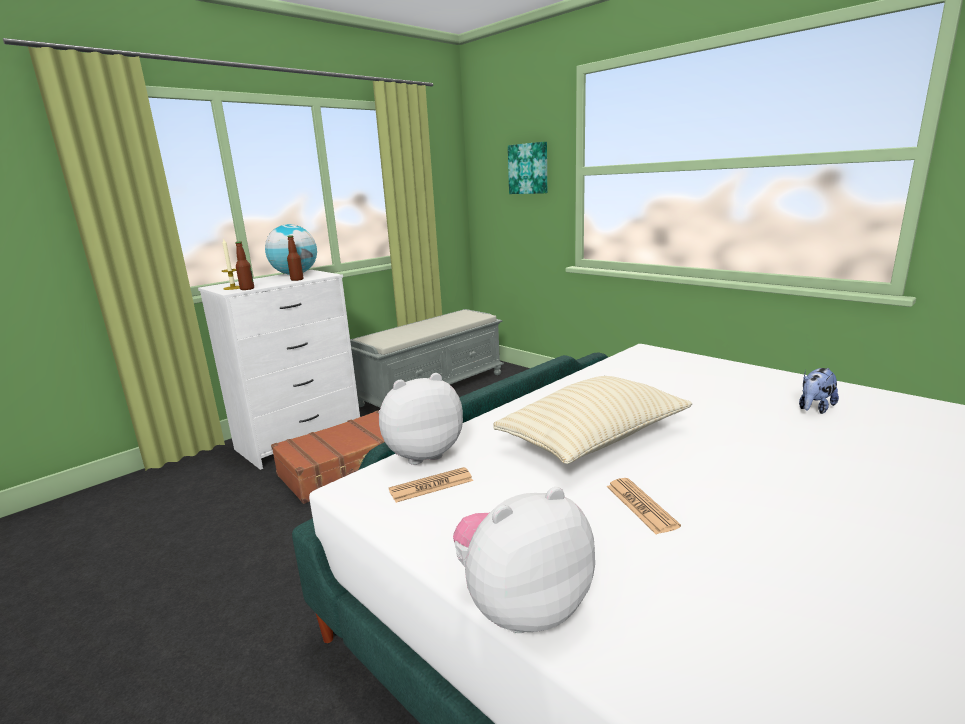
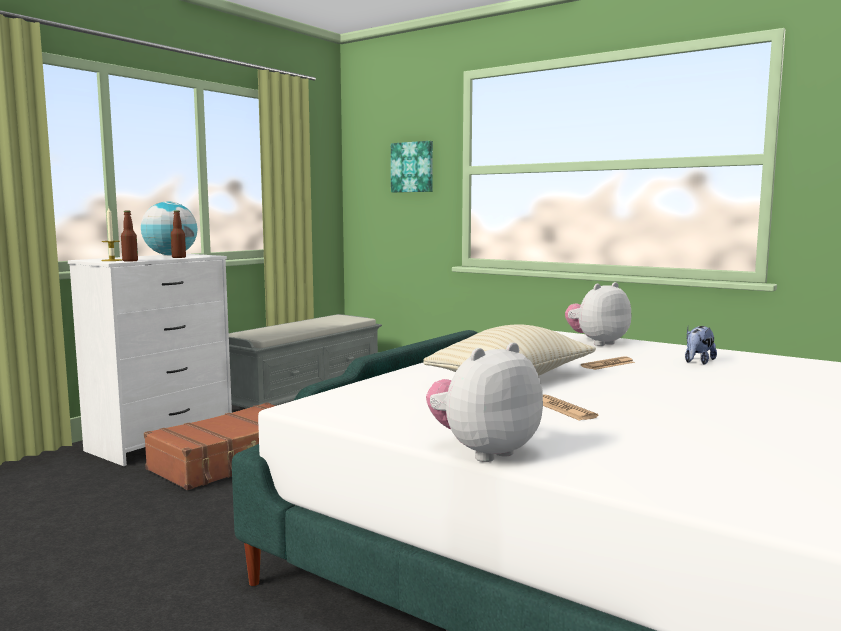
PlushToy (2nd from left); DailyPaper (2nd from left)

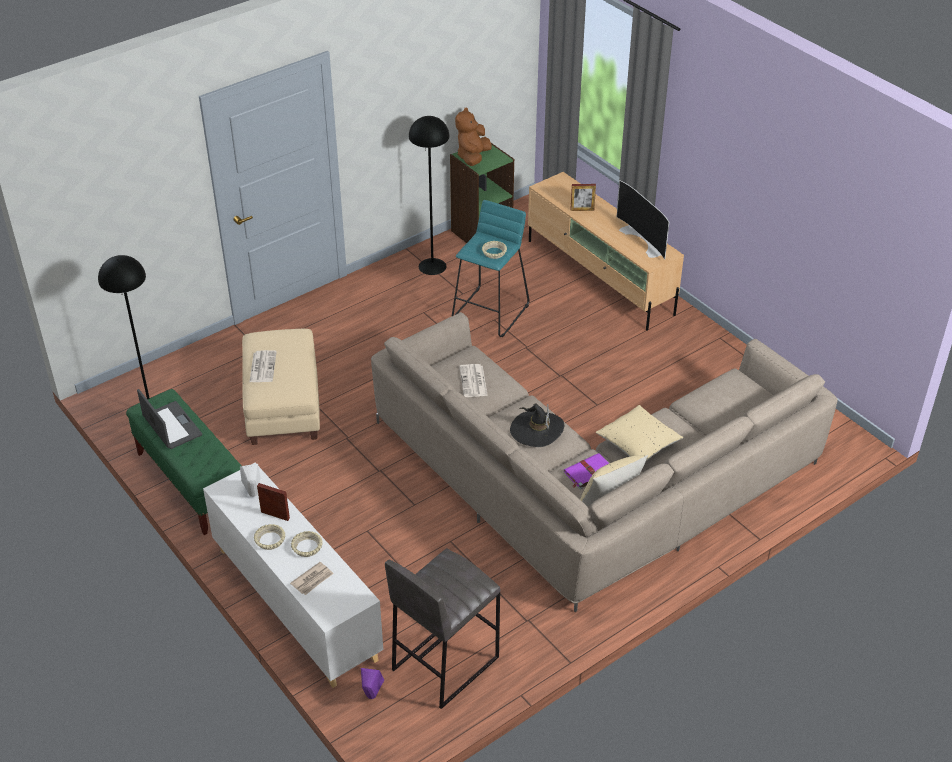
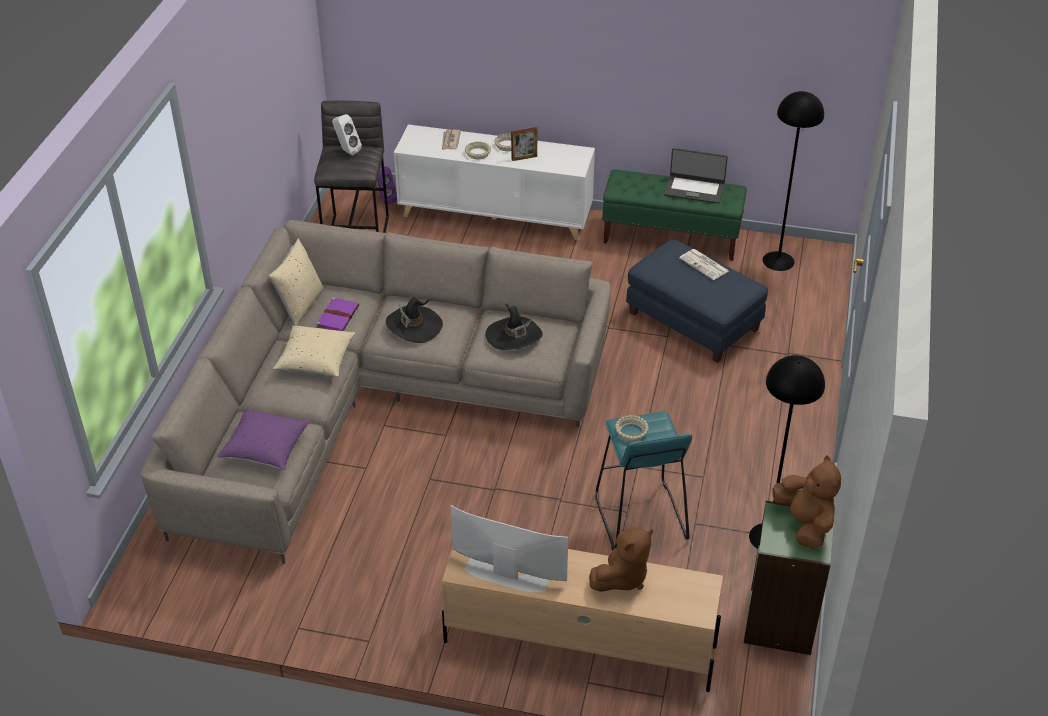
PurplishCushion; WhiteSpeaker; BlackWearableHat (2nd from left); BrownPlushToy (1st from left); BluePouffe

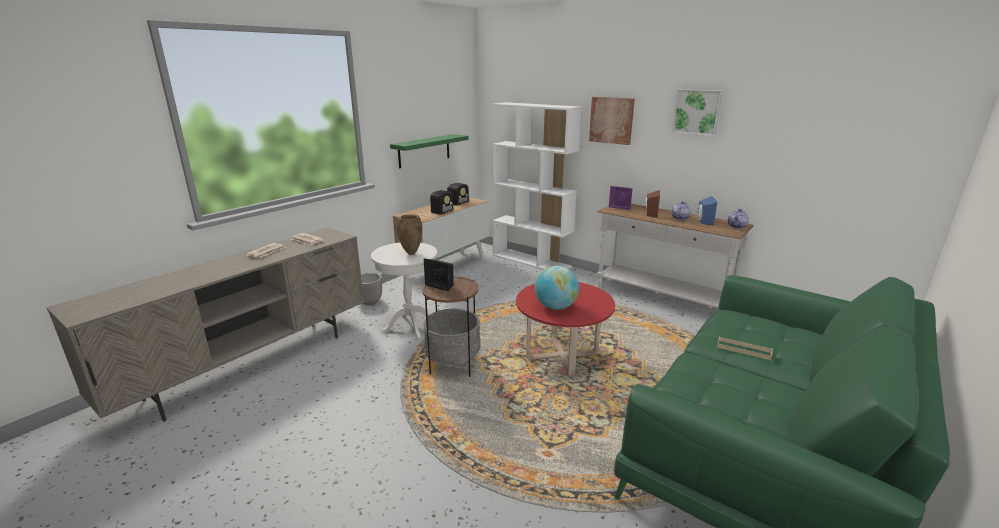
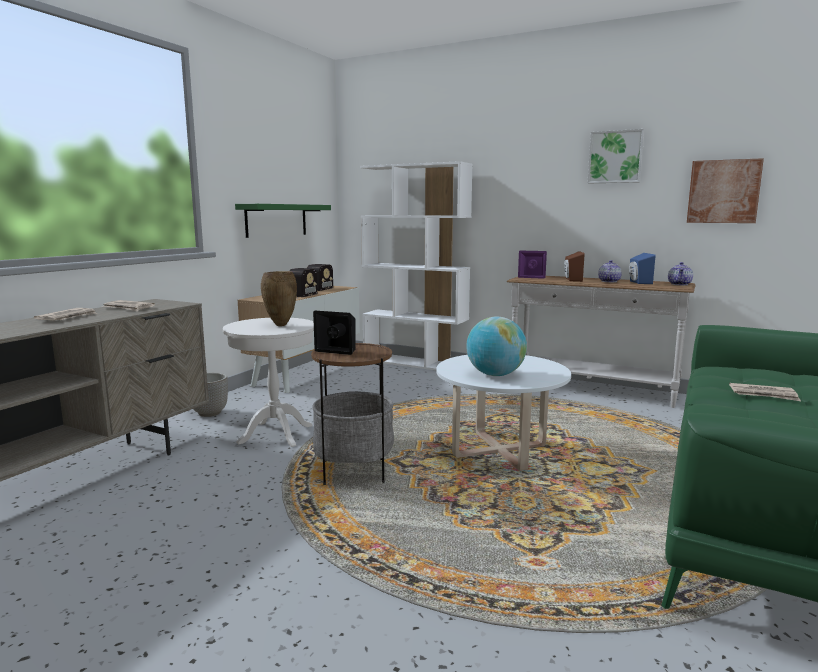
Picture (2nd from left); DailyPaper (3rd from left); WhiteLowTable

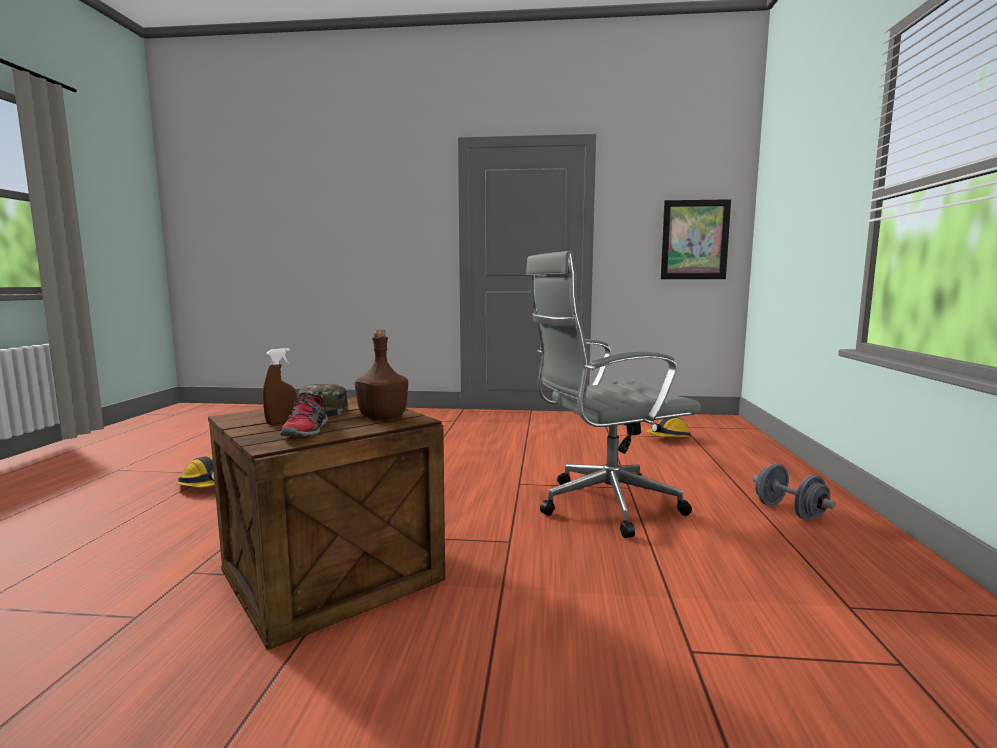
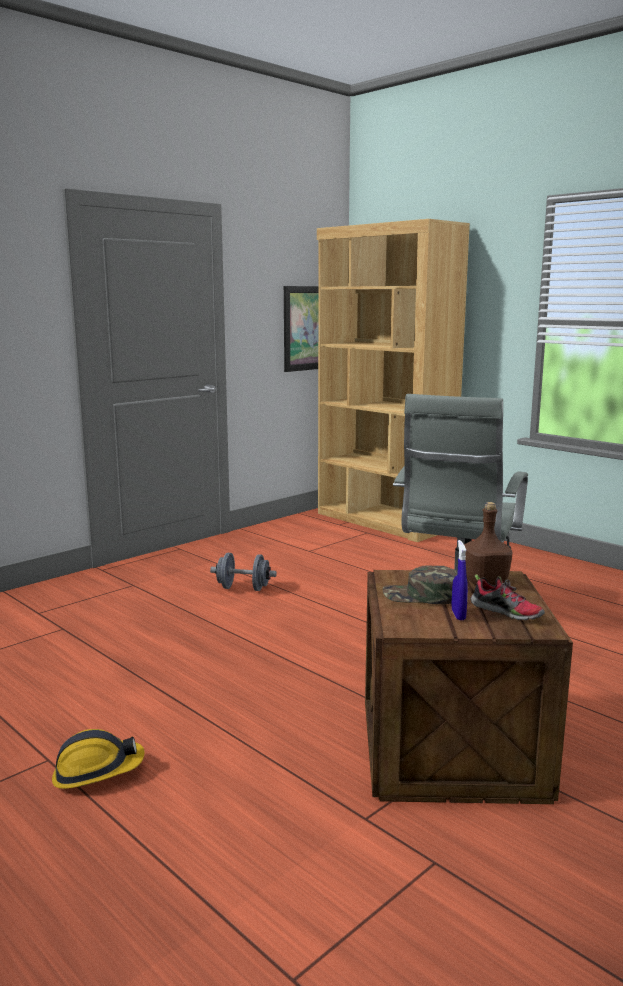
WorkHelmet (2nd from left in the first image); BrownBookcase; GrayHandWeight; BlueSprayer

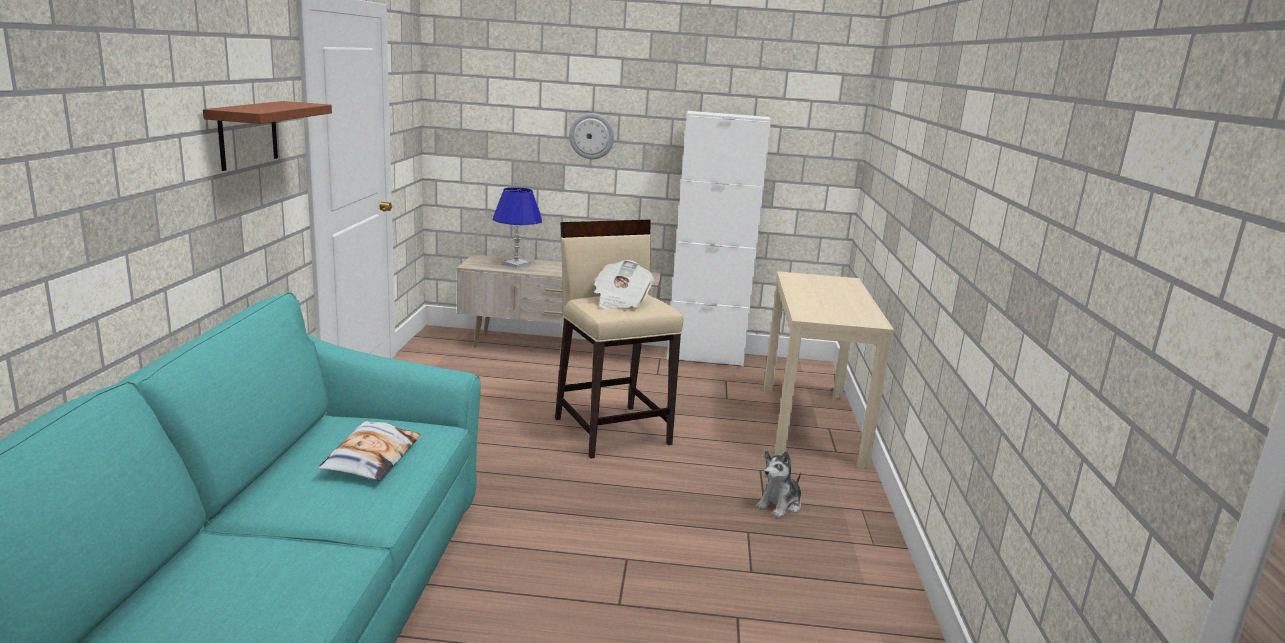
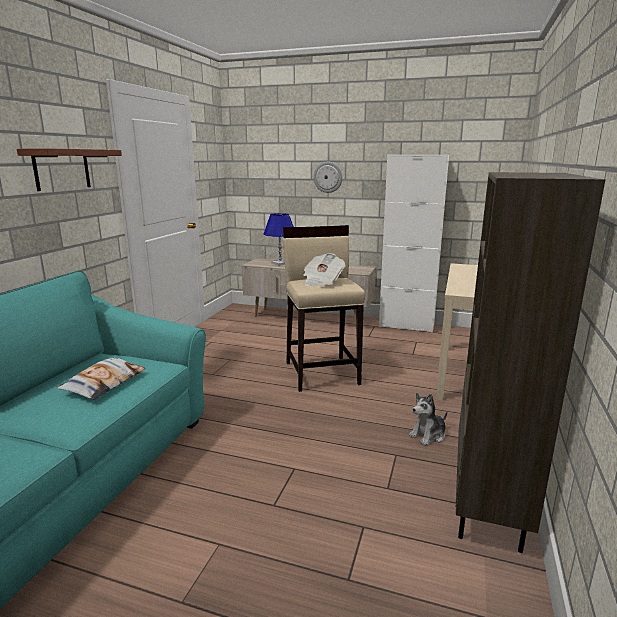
BrownBookcase

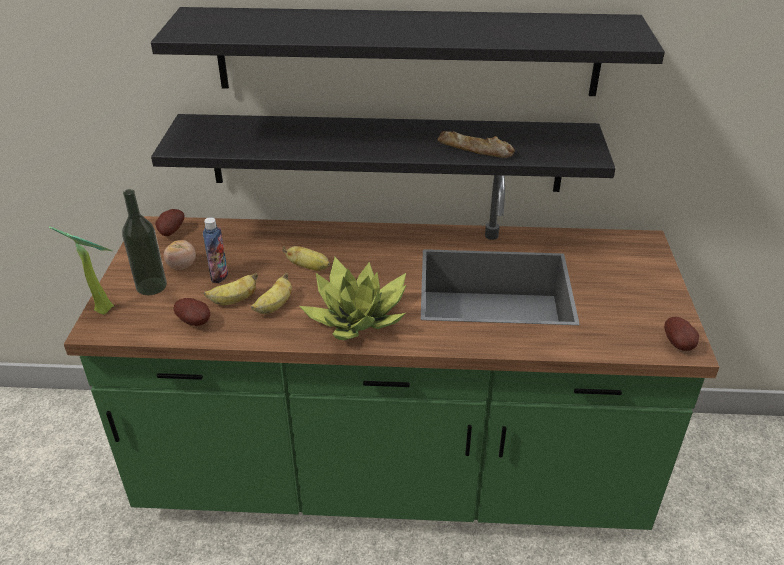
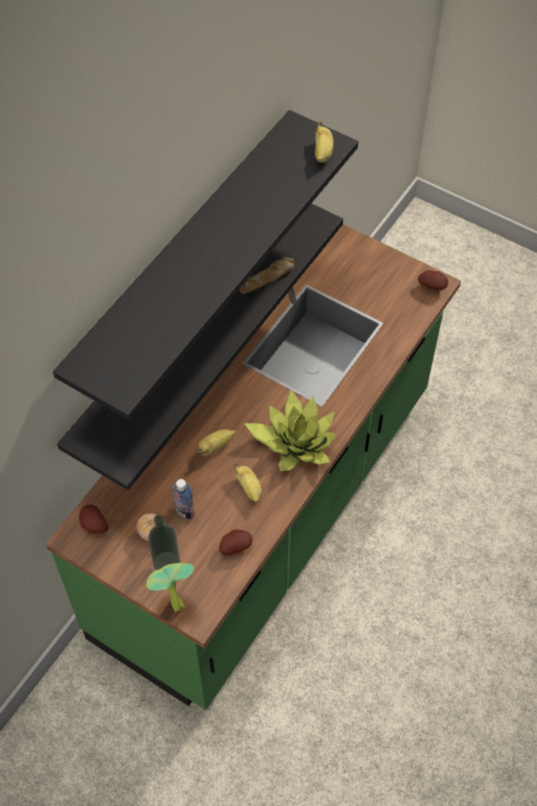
Banana (3rd from left)

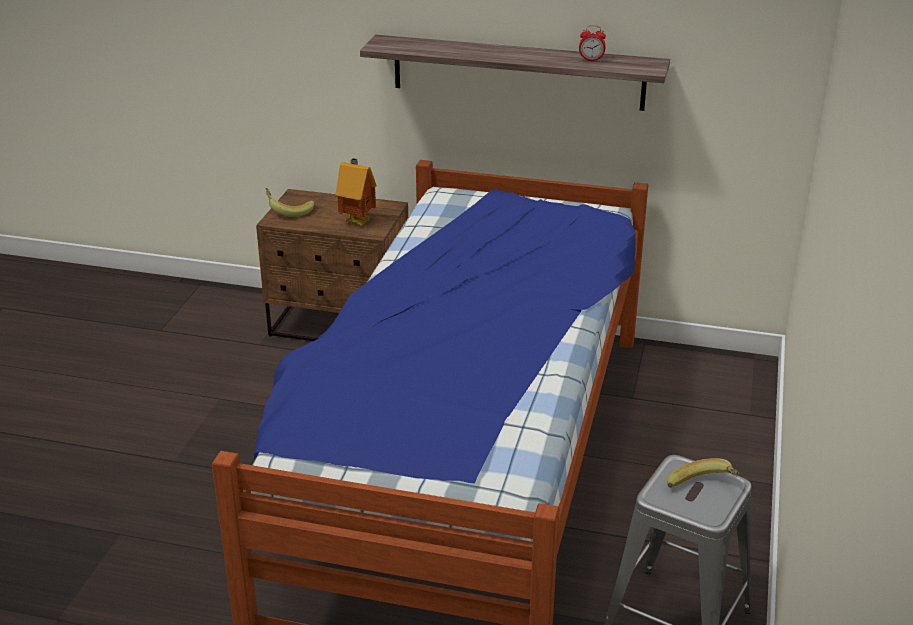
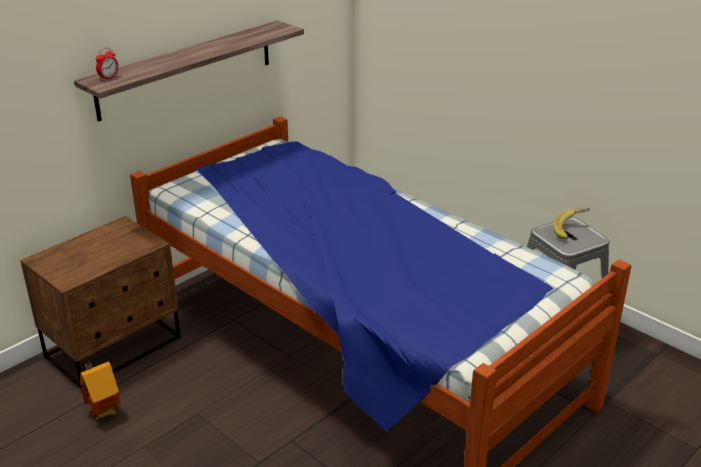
Banana (1st from left in the first image); ModelHouse; TableClock

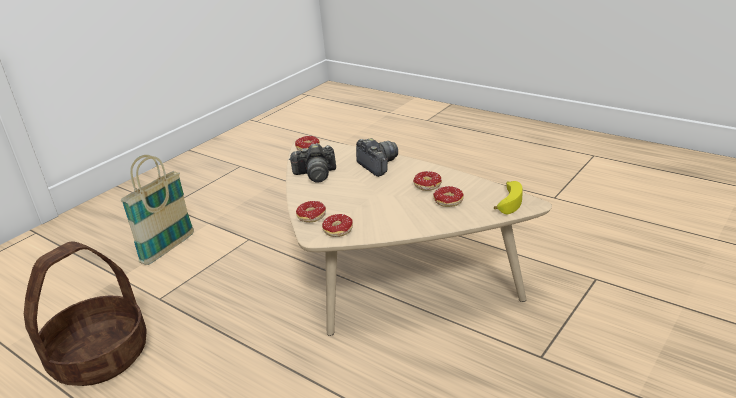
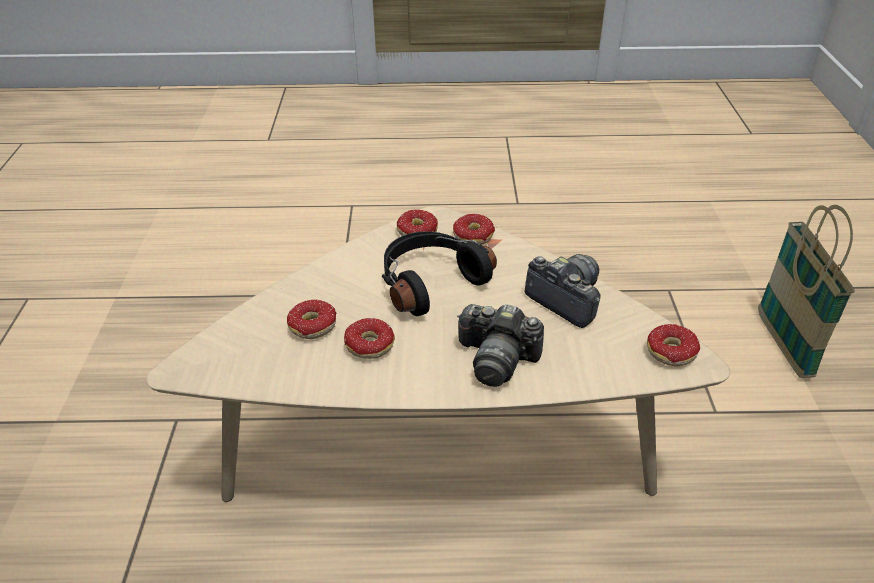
HouseholdBasket (1st from left in the first image); Banana; BlackHeadset; PhotoCamera (2nd from left)

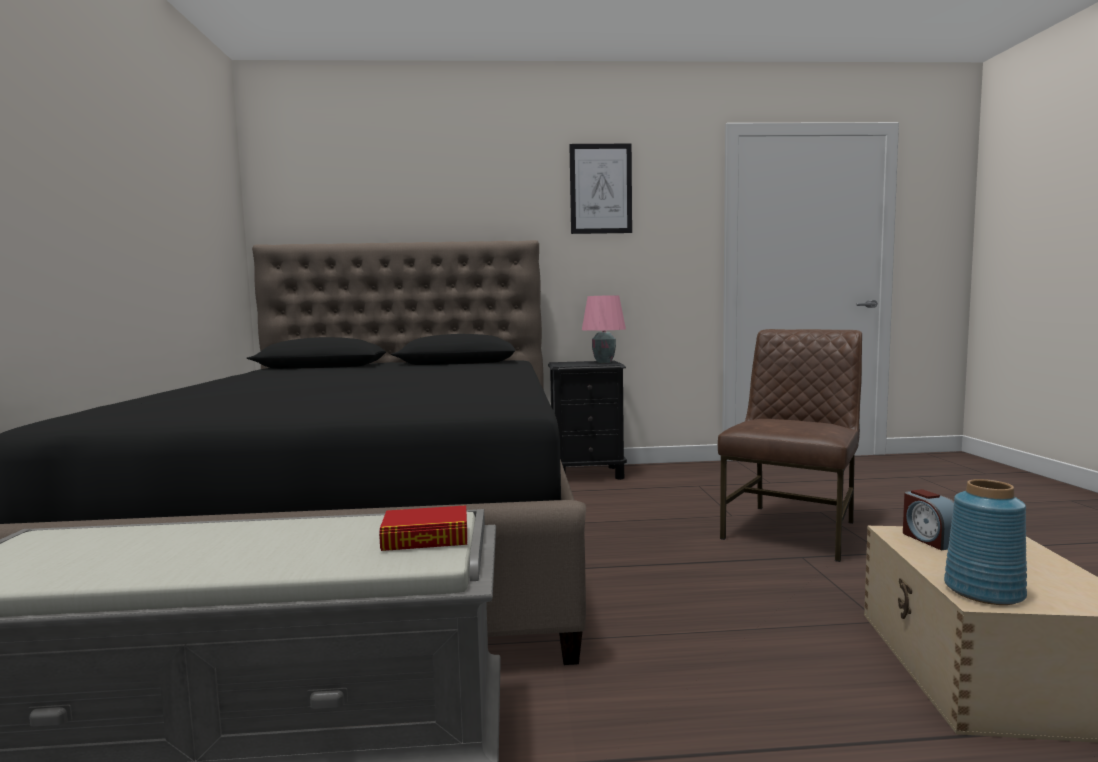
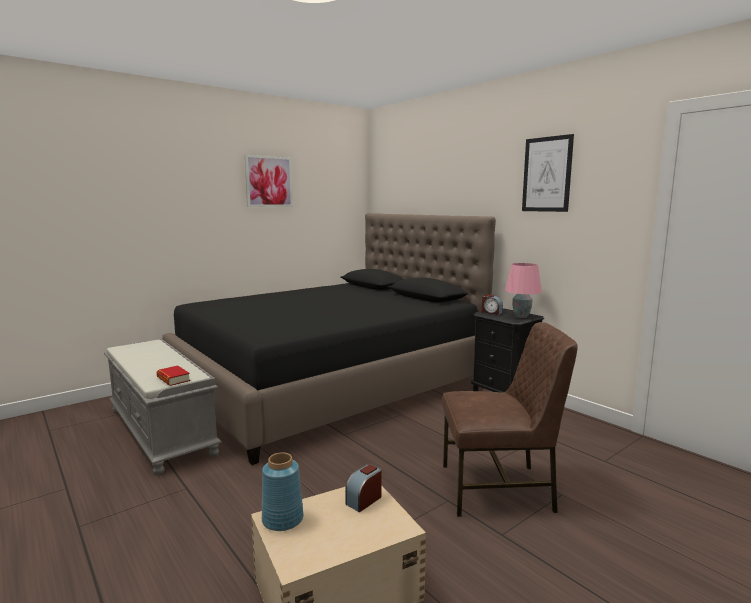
Picture (1st from left); TableClock (2nd from left)

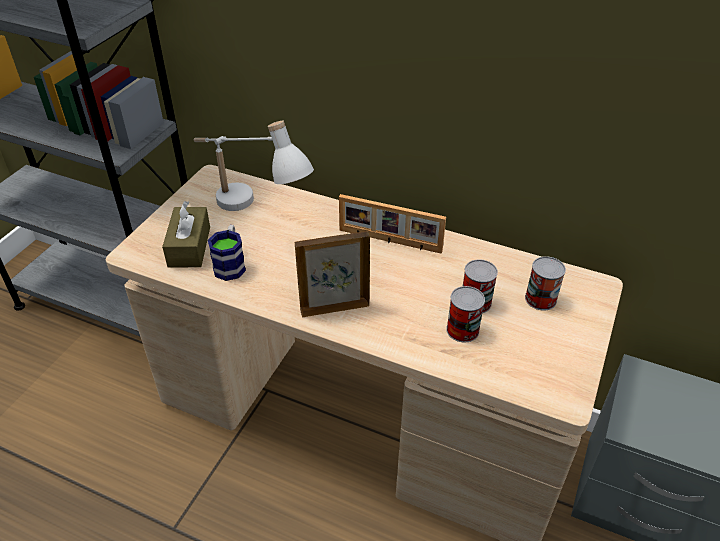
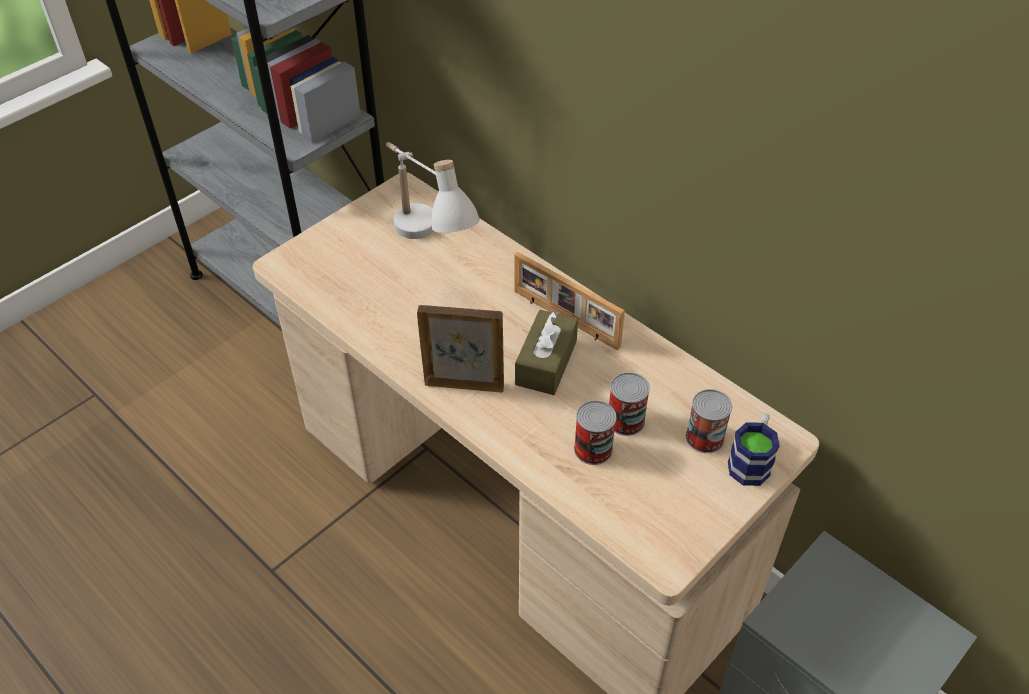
BrownTissueBox; Mug

